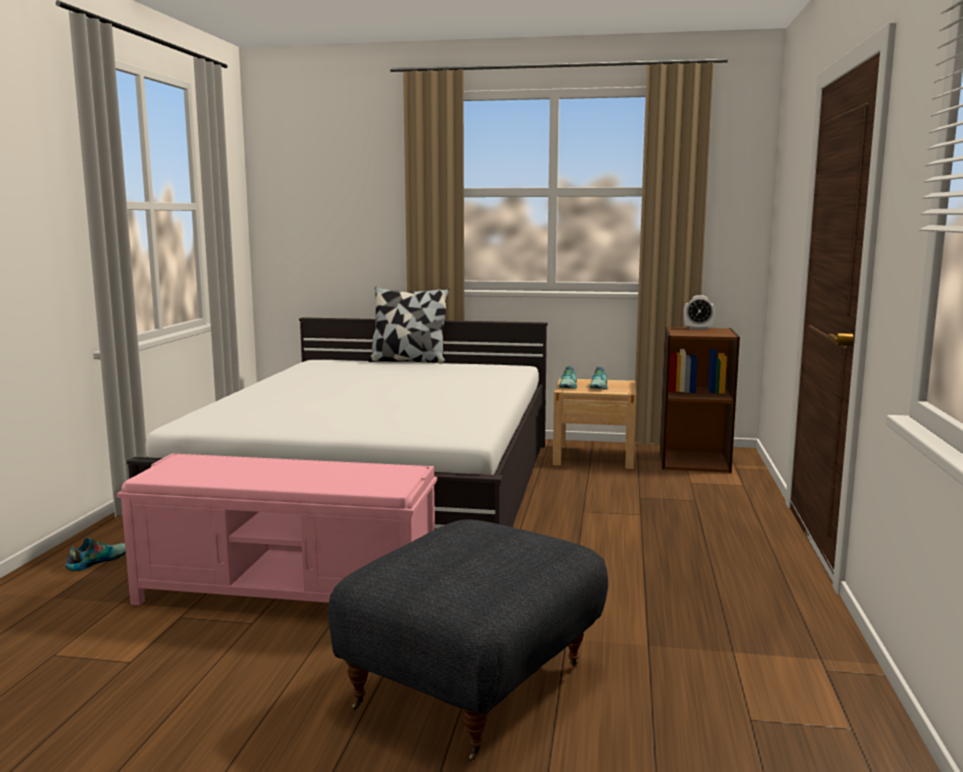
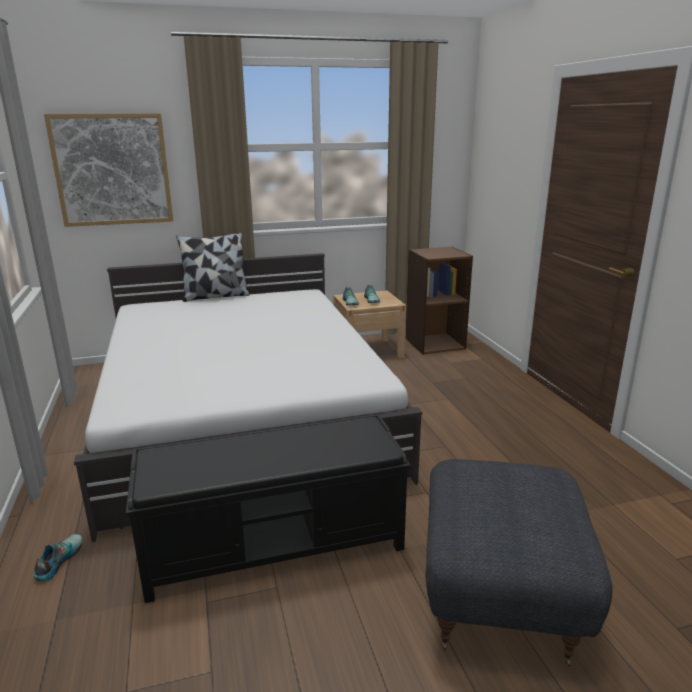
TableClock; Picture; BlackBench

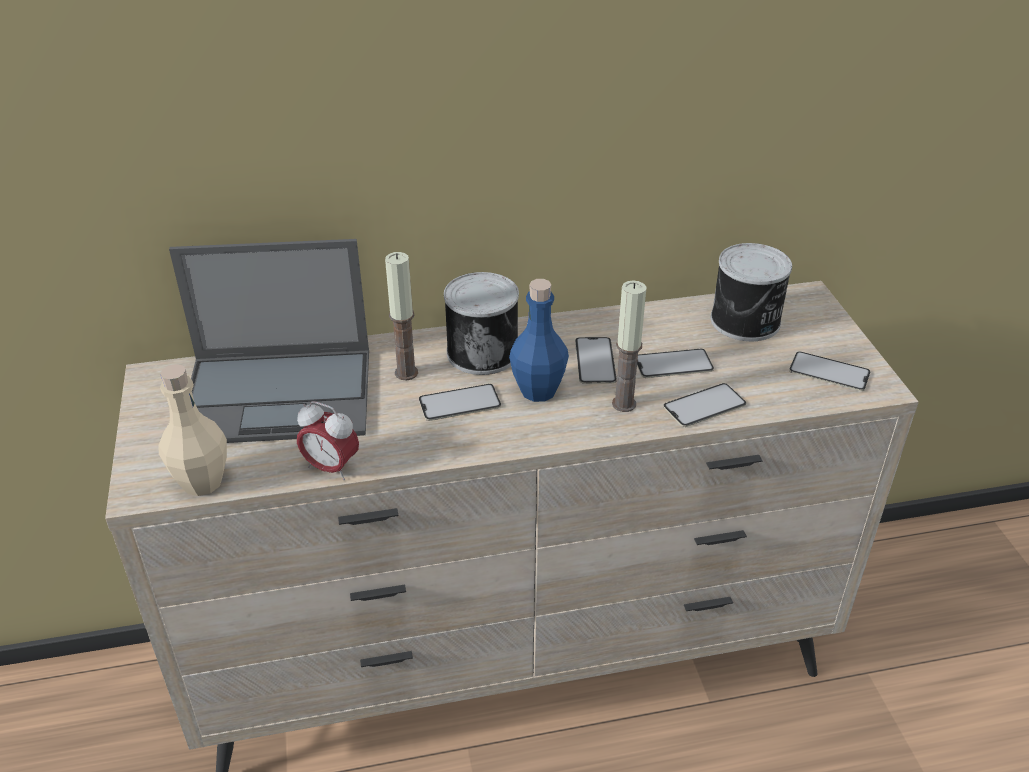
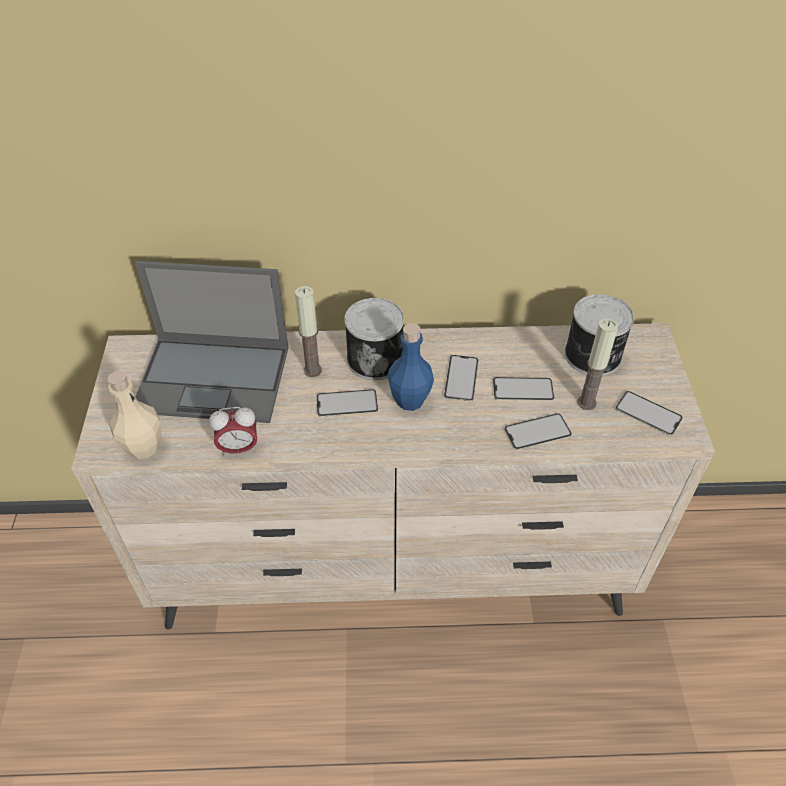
WaxLight (2nd from left); TableClock

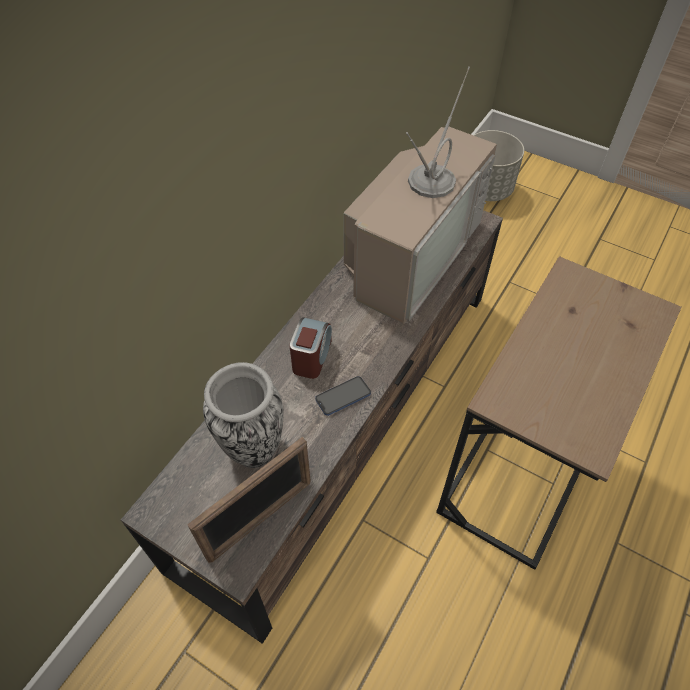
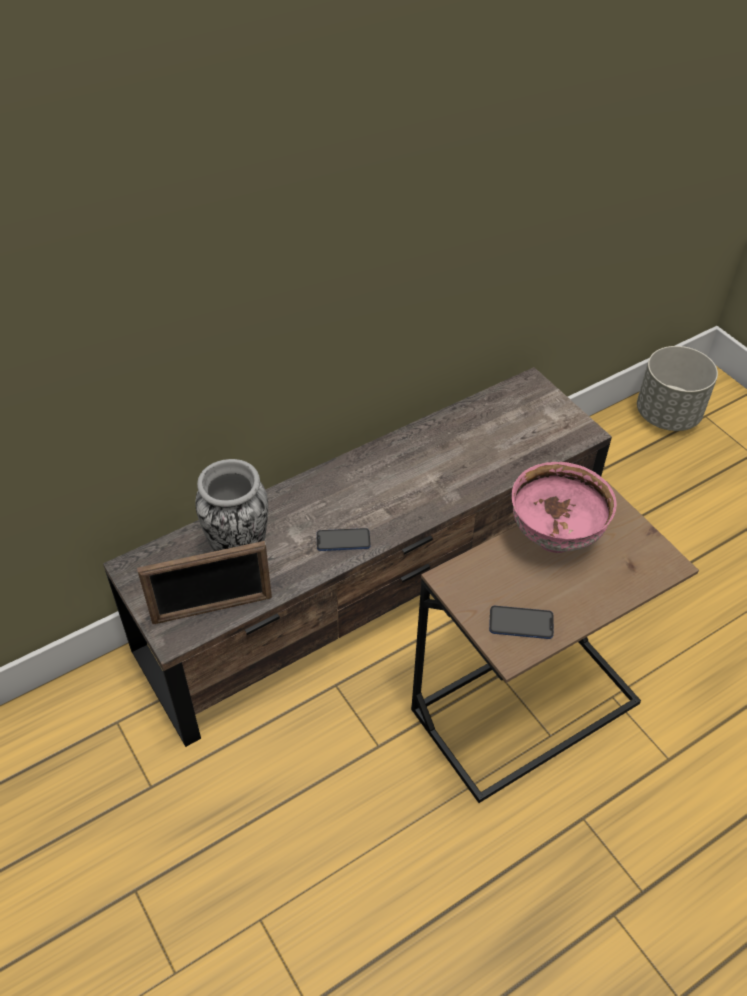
TableClock; TvSet; Phone (2nd from left); PinkColouredServingBowl

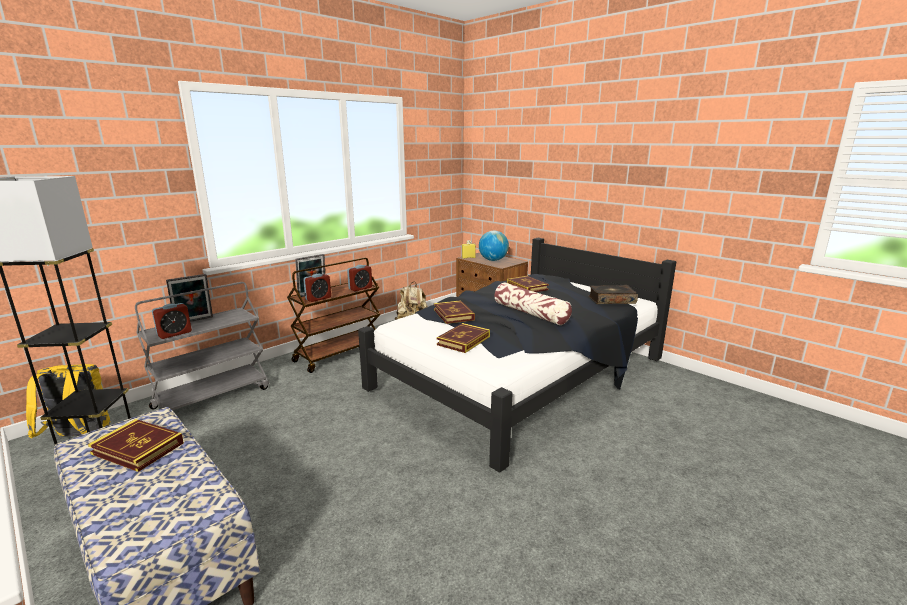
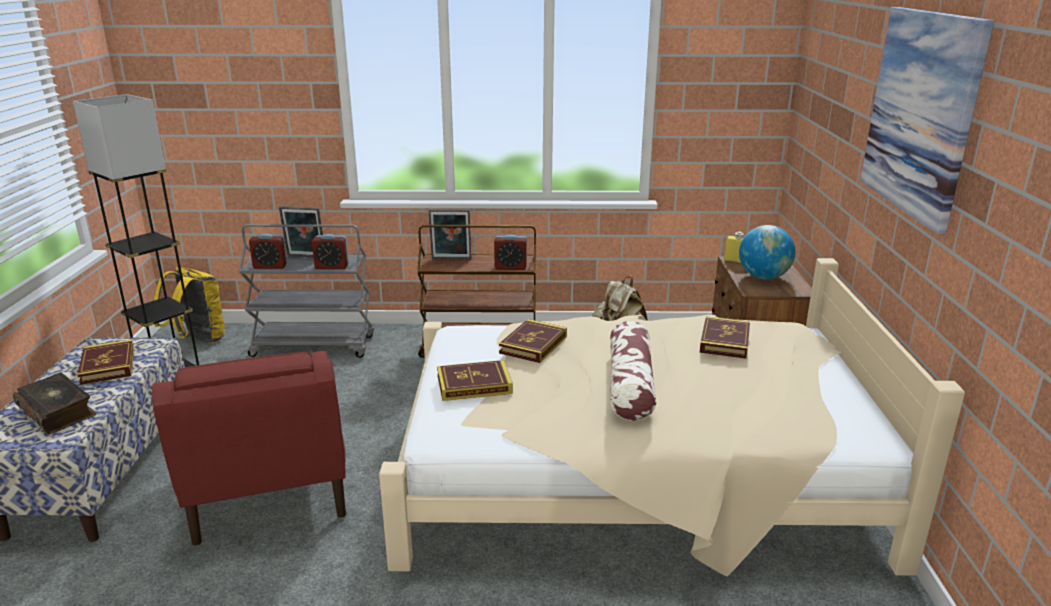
ReddishLoungeChair; Picture; TableClock (2nd from left); BoundBook (1st from left); SandColouredBedroomBed

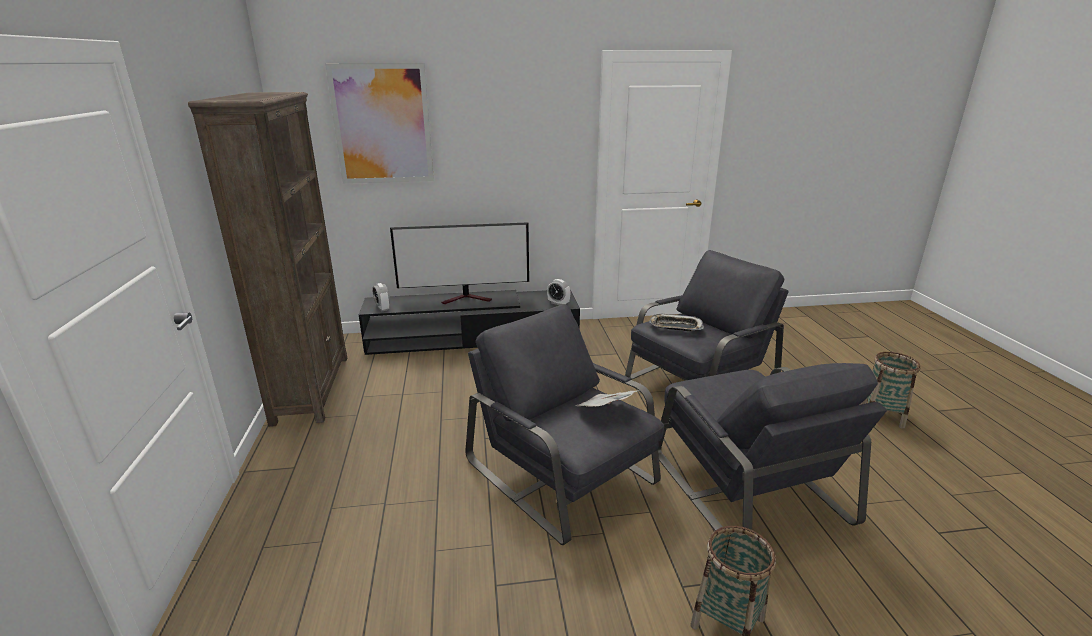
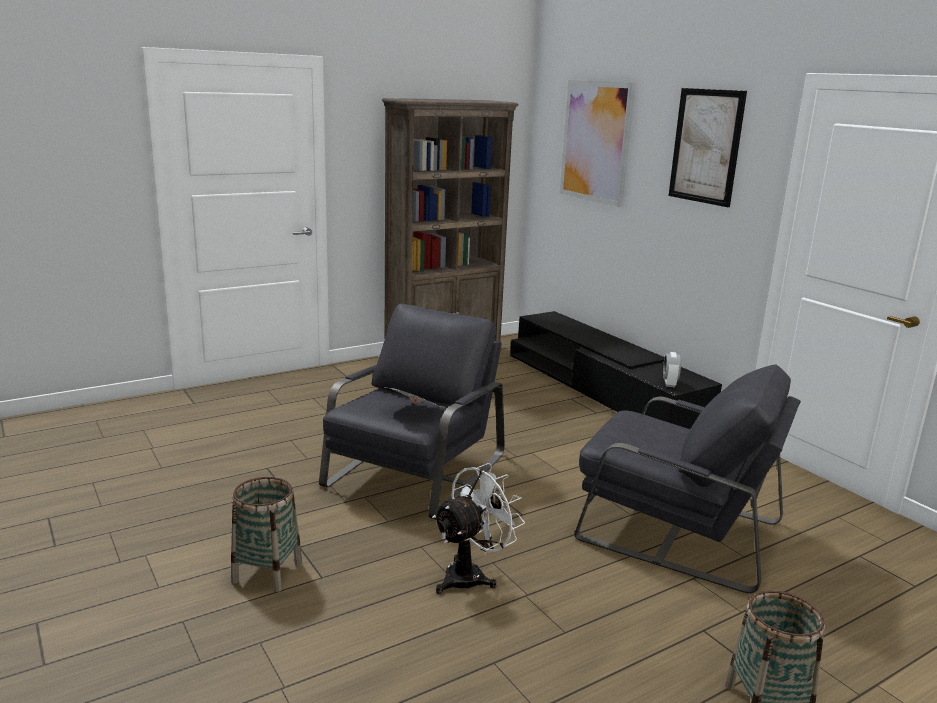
TableClock (1st from left in the first image); TvSet; ServingTray; Picture (2nd from left); WhiteFan

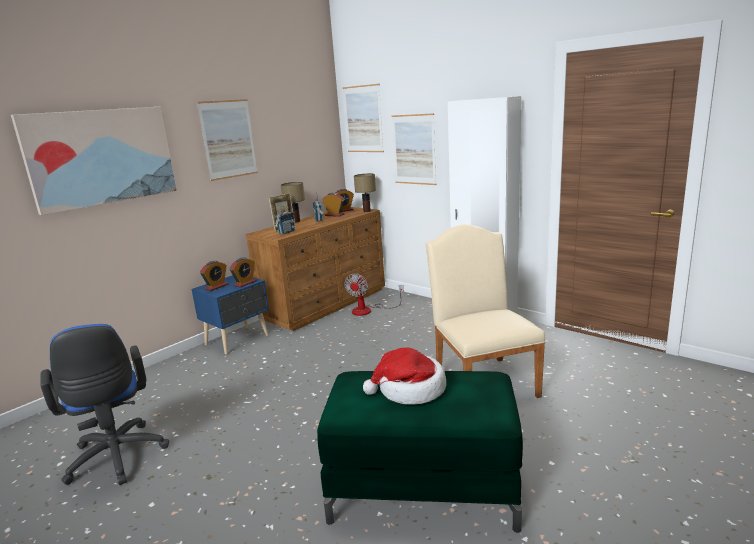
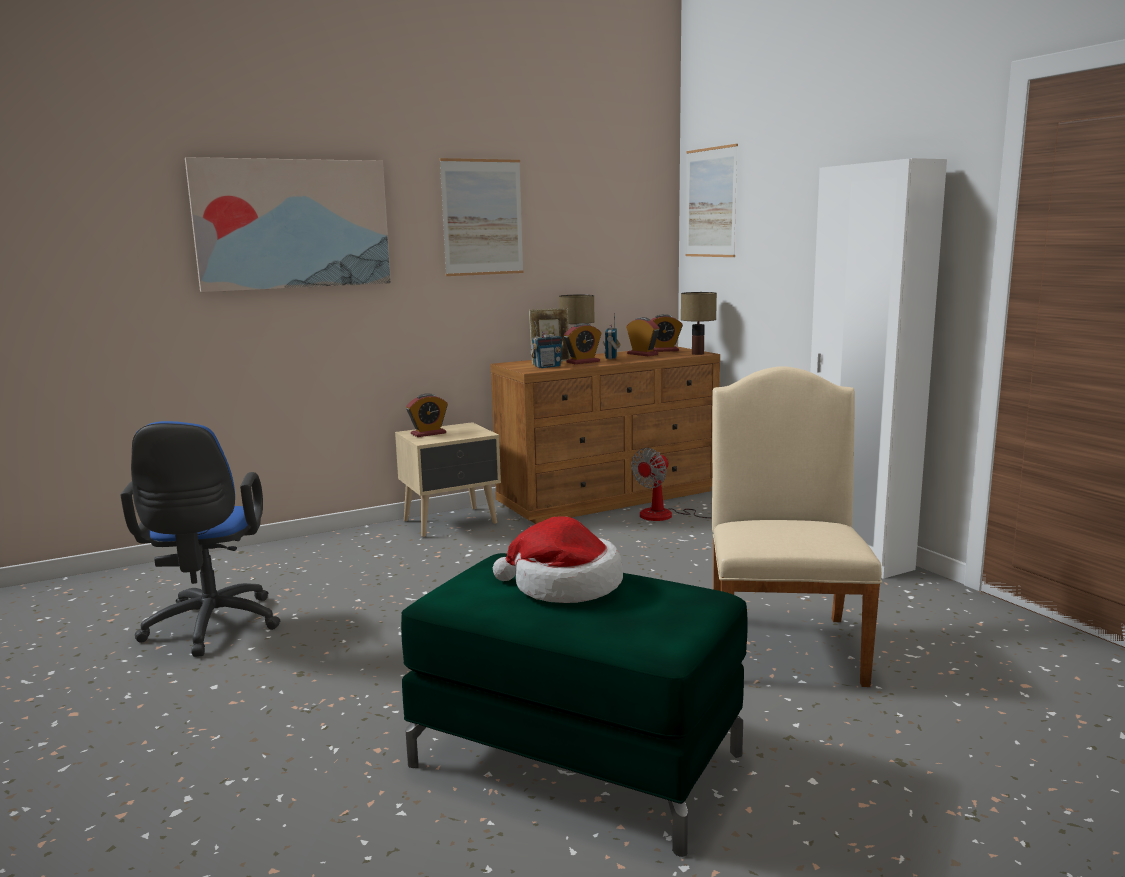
Picture (4th from left in the first image); TableClock (2nd from left); SandColouredNightstand

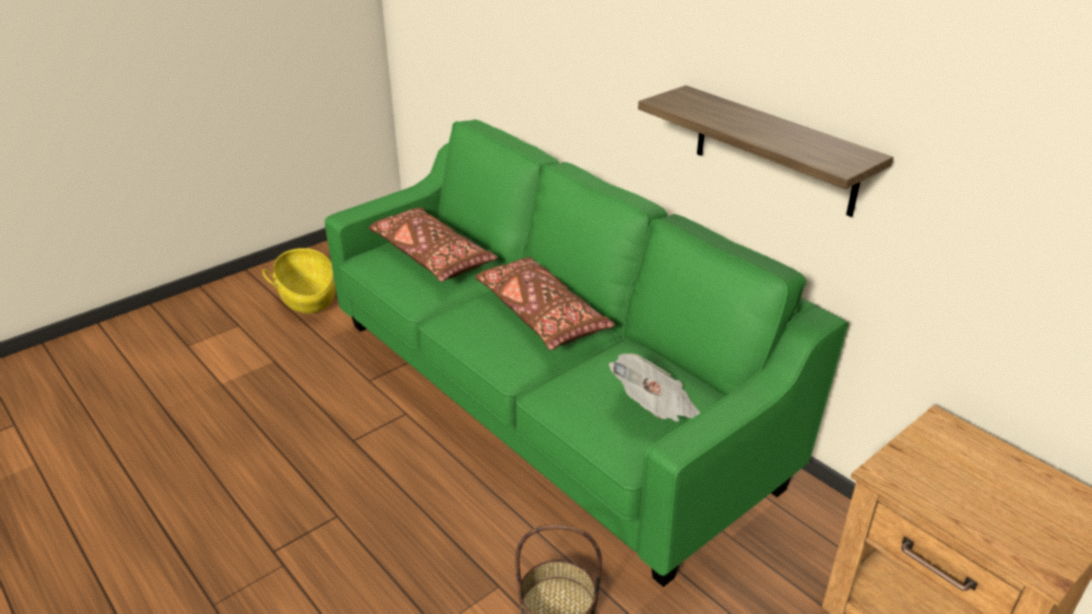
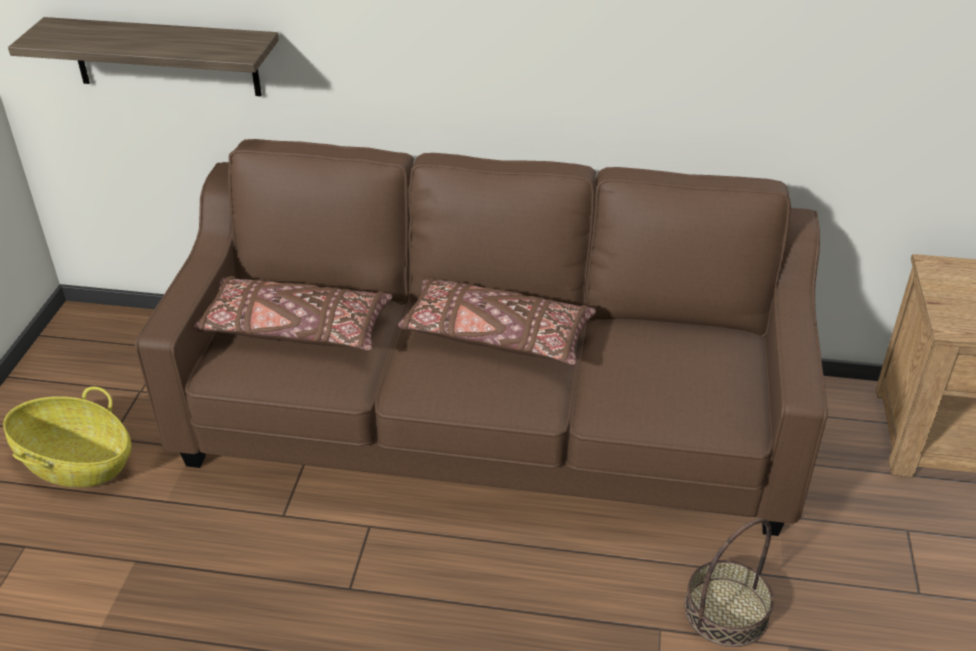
DailyPaper; WallShelf; BrownCouch

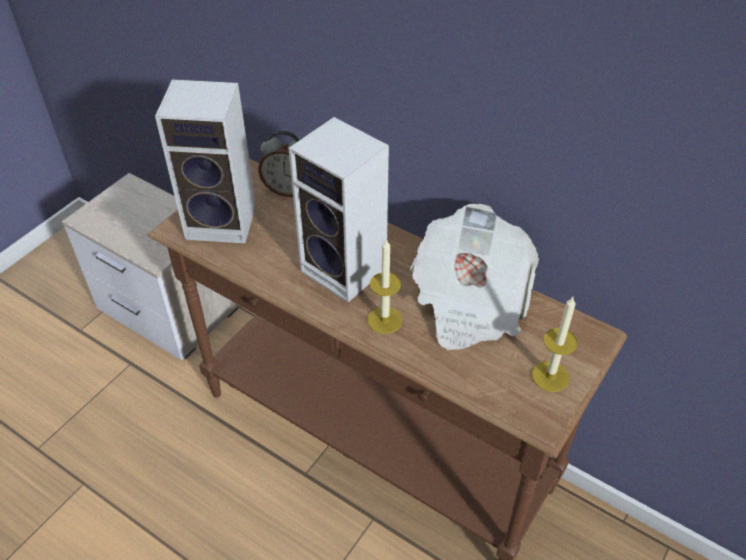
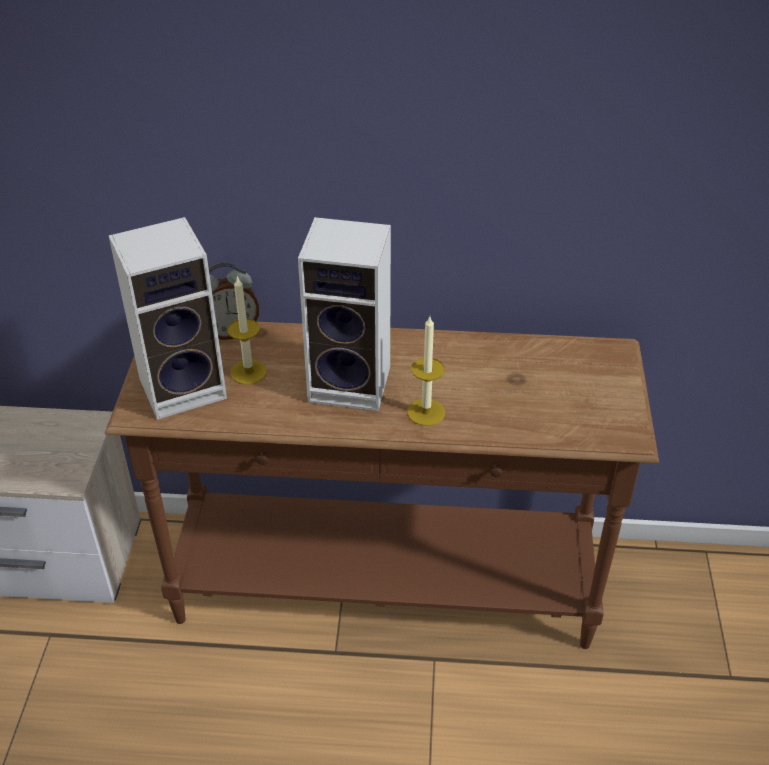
DailyPaper; WaxLight (1st from left)

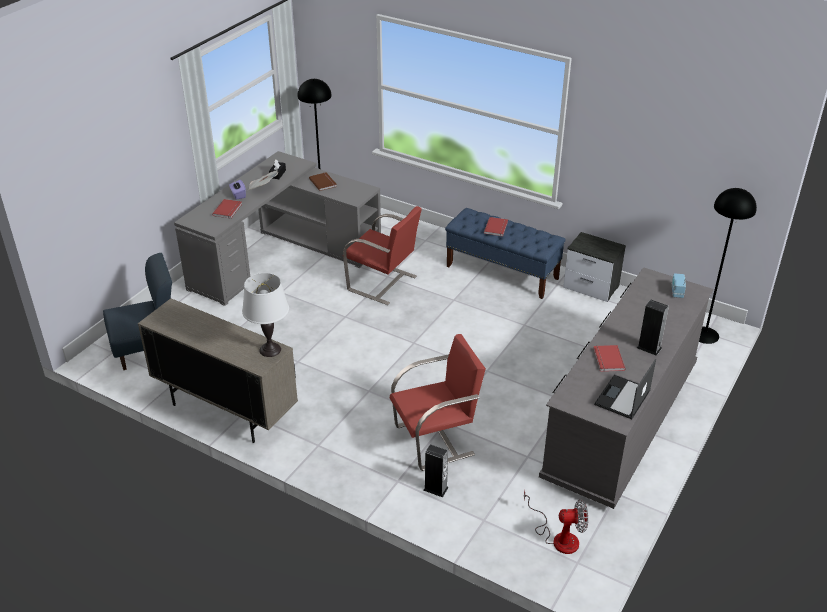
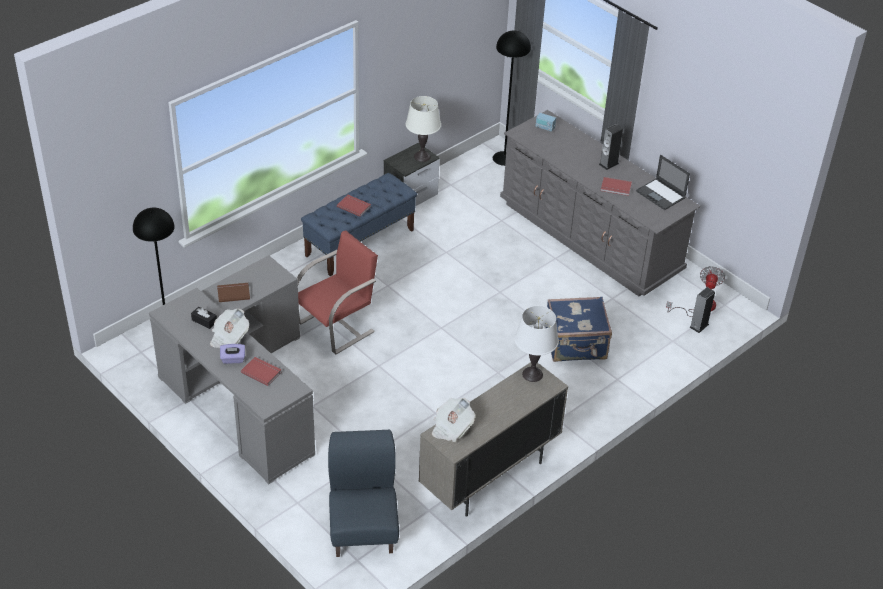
WhiteTabletopLamp (1st from left); DailyPaper (2nd from left); Speaker (2nd from left); BlueSuitcase

